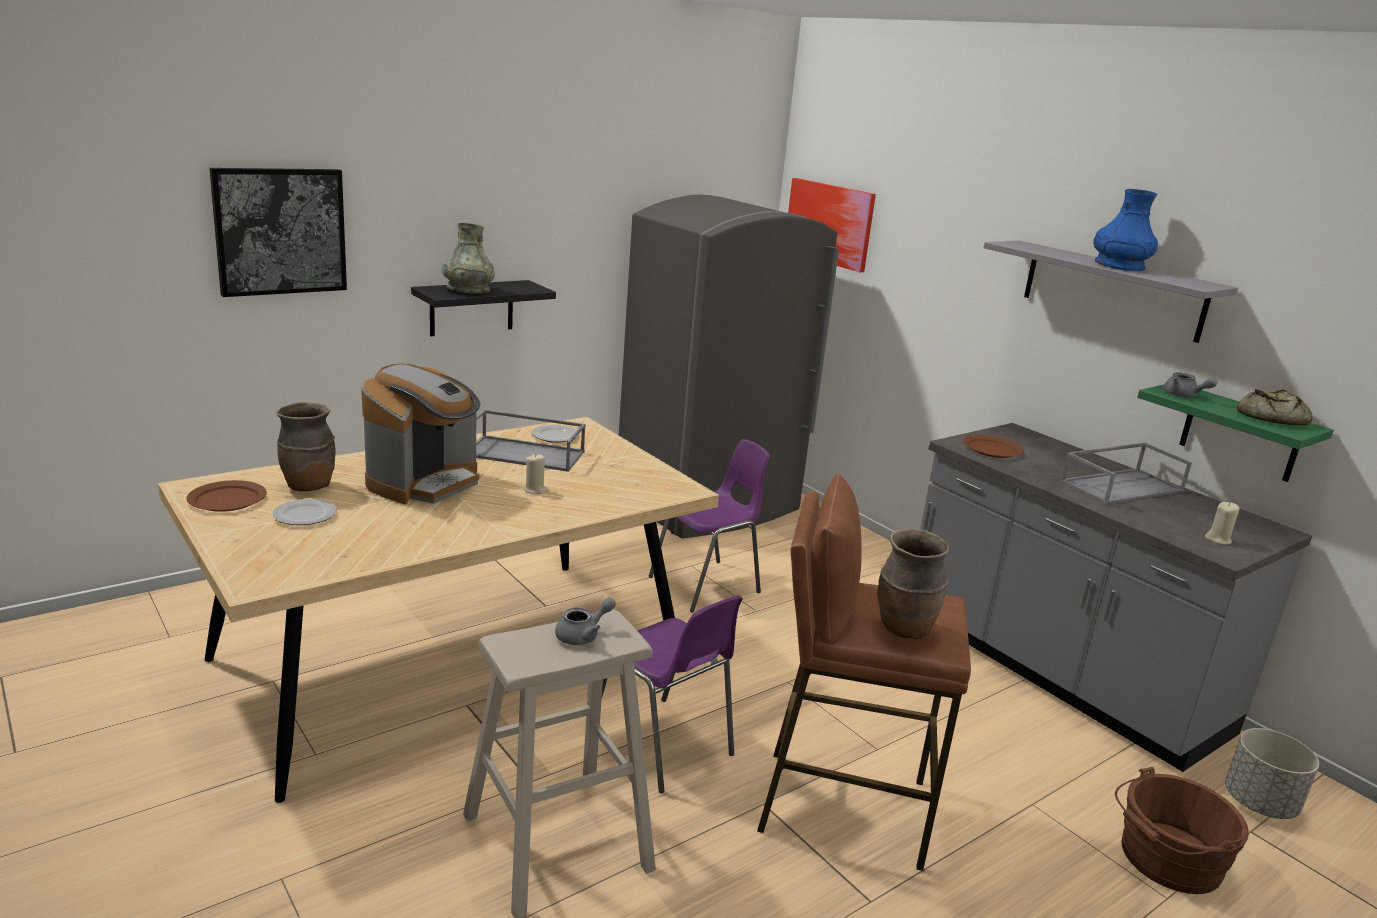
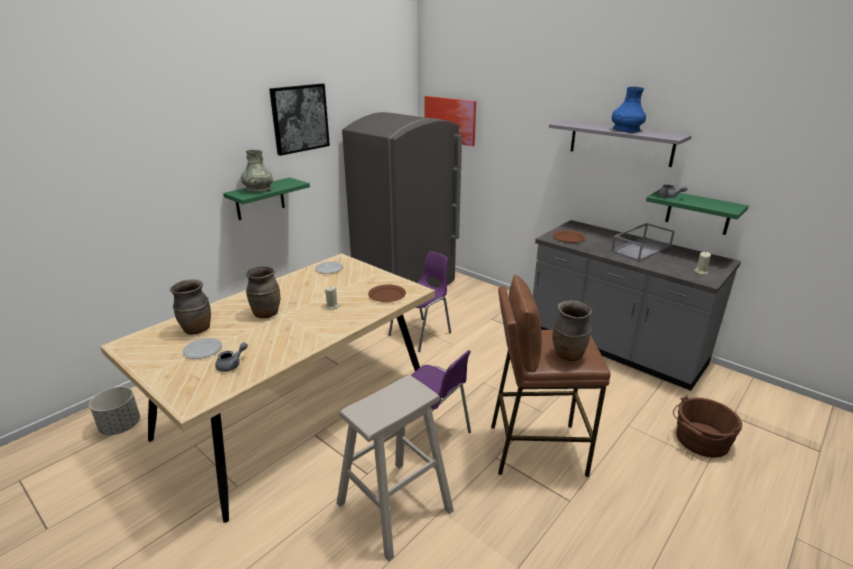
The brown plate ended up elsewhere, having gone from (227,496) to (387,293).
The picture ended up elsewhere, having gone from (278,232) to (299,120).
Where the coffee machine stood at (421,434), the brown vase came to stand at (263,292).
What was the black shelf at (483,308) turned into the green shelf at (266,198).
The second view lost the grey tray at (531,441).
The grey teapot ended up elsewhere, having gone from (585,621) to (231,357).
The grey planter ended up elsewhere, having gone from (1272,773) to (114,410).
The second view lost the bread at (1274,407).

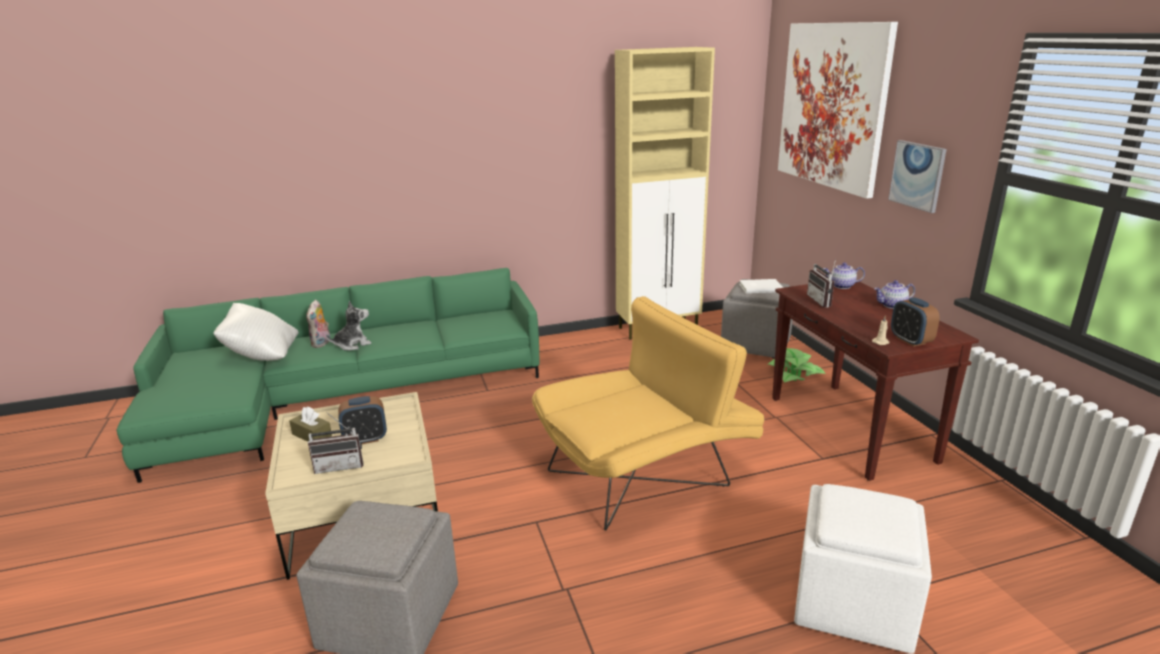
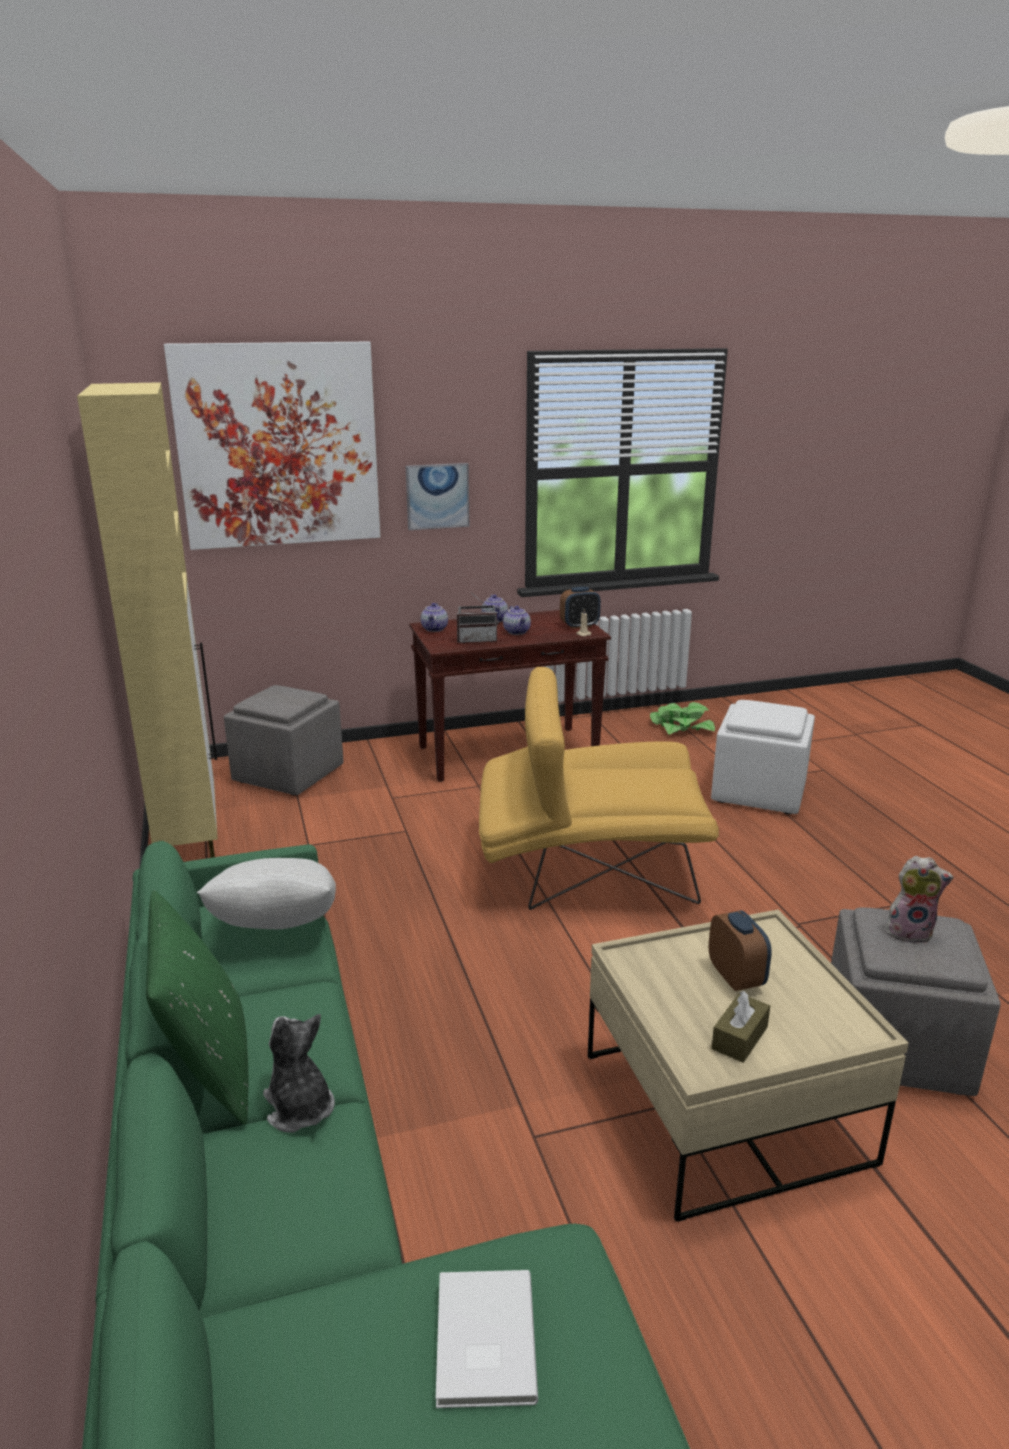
The white pillow ended up elsewhere, having gone from (256,332) to (266,893).
The plush toy ended up elsewhere, having gone from (318,324) to (919,899).
The second view lost the radio at (335,444).
The yellow armchair at (648,413) ended up facing another way, 60 degrees counterclockwise from before.
The white book ended up elsewhere, having gone from (761,286) to (487,1339).
The potted plant ended up elsewhere, having gone from (796,365) to (682,718).
The second view gained the green pillow at (197,1007).
The second view gained the teapot at (517,620).

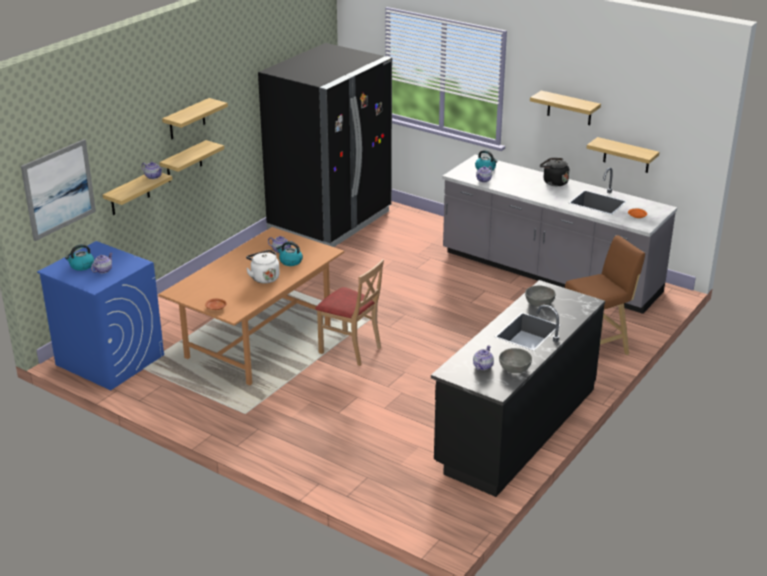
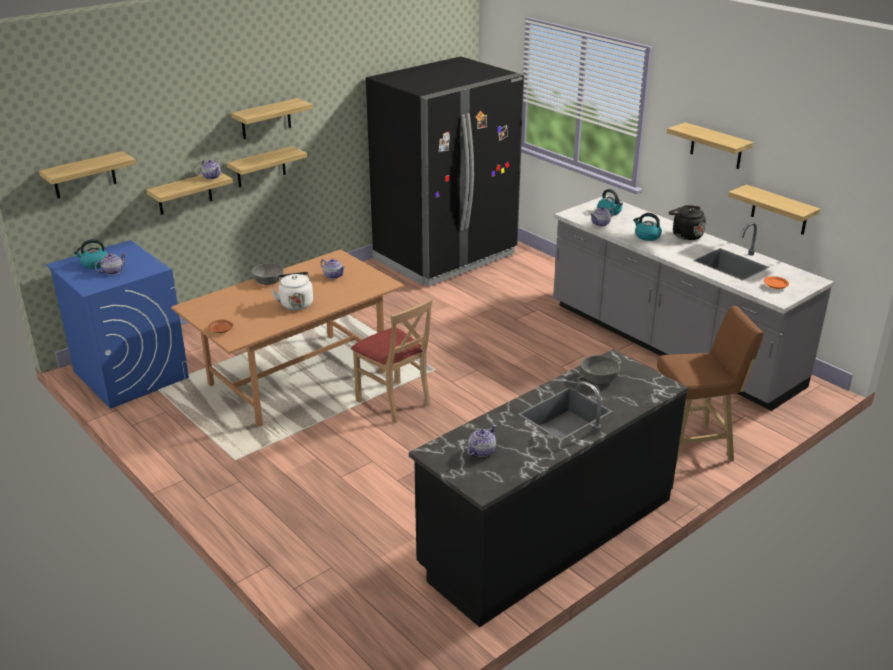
Where the picture hung at (58,190), the shelf came to hang at (87,174).
The kettle ended up elsewhere, having gone from (289,253) to (647,227).
The grey bowl ended up elsewhere, having gone from (515,360) to (268,274).

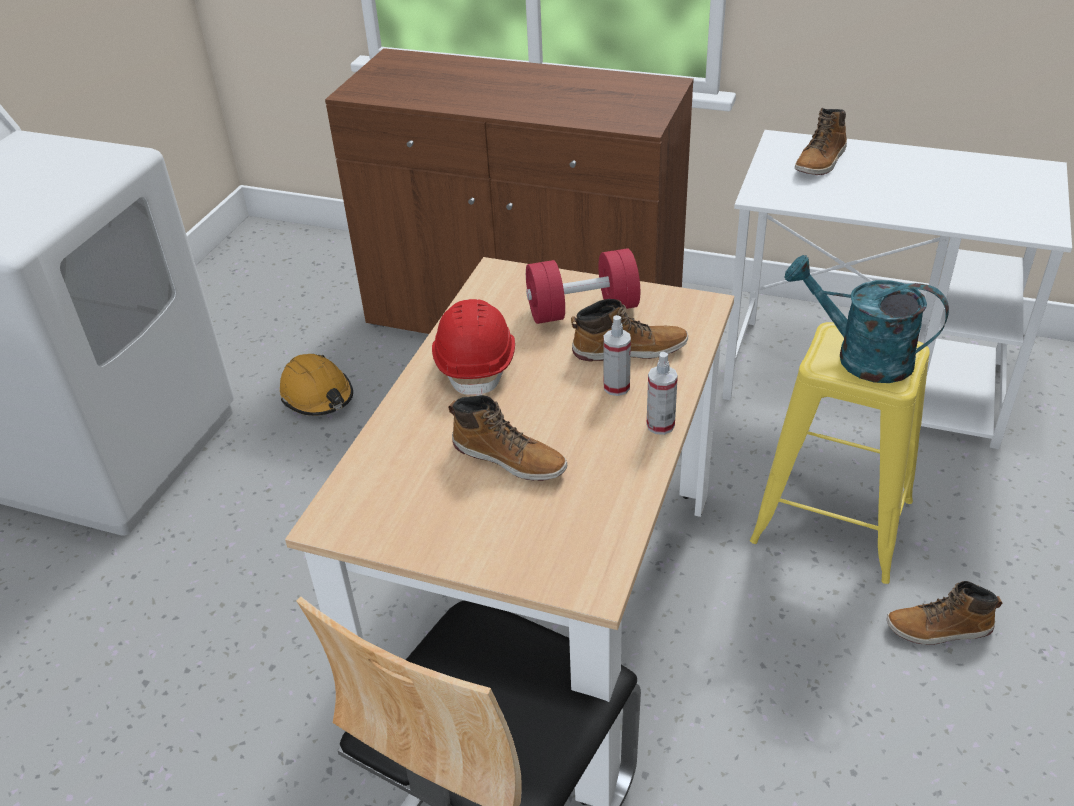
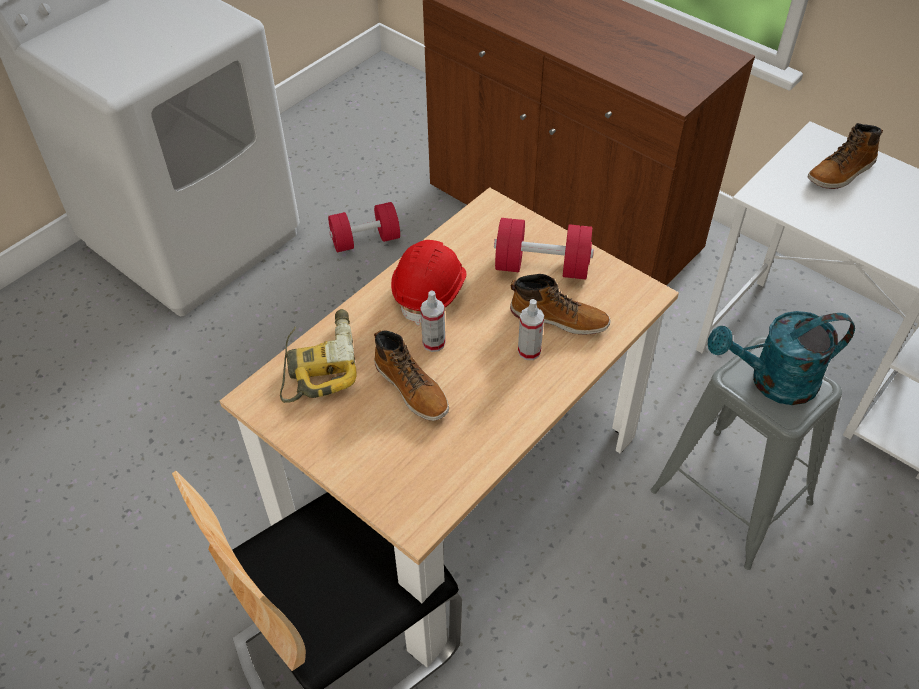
Where the orange hard hat stood at (316,385), the red dumbbell came to stand at (364,227).
The spray bottle ended up elsewhere, having gone from (662,393) to (432,321).
What was the yellow stool at (840,453) turned into the grey stool at (746,453).
The turquoise watering can at (867,319) ended up facing another way, 60 degrees counterclockwise from before.
The second view lost the boot at (944,613).
The second view gained the power drill at (318,356).

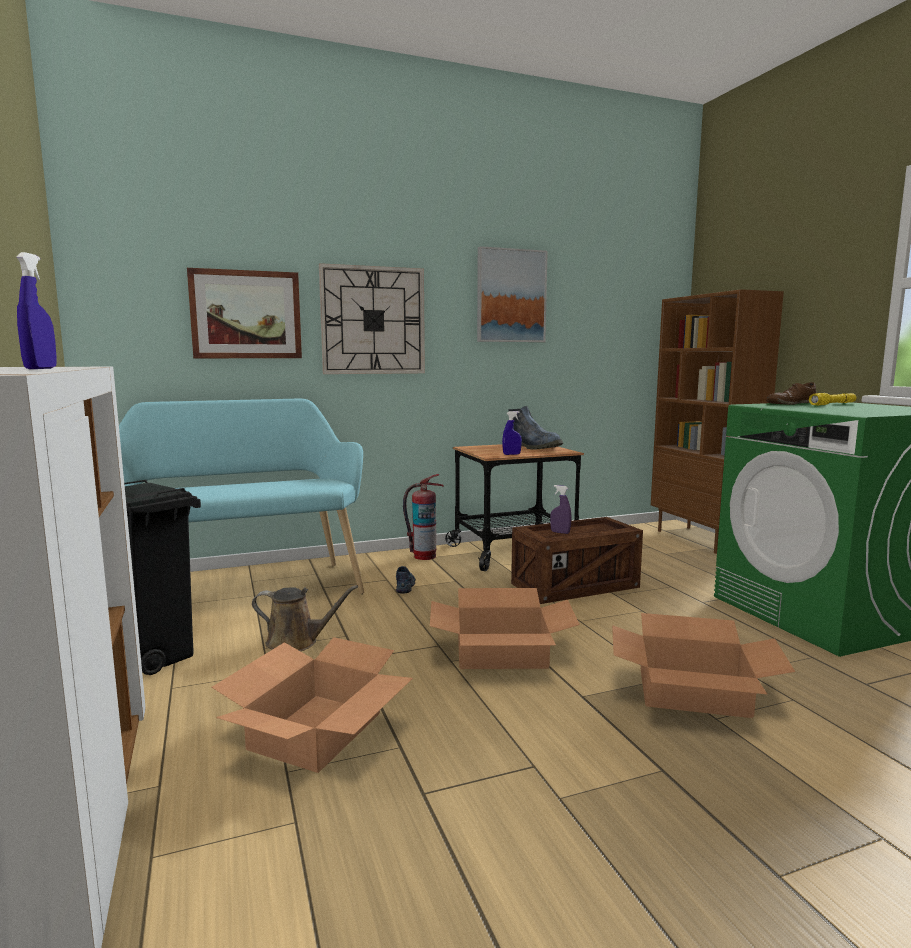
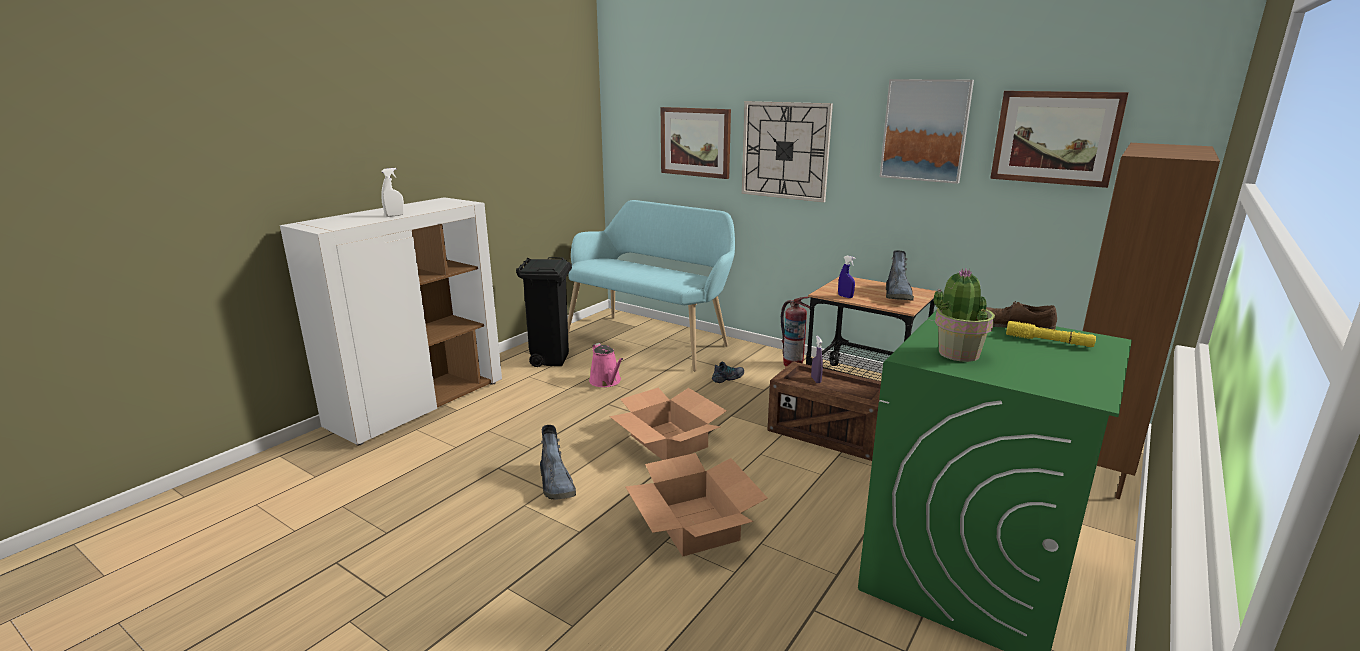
What was the blue spray bottle at (36,310) turned into the white spray bottle at (392,192).
The second view lost the cardboard box at (312,705).
What was the brown watering can at (305,618) turned into the pink watering can at (606,365).
The second view gained the boot at (558,462).
The second view gained the potted plant at (964,315).
The second view gained the picture at (1059,139).

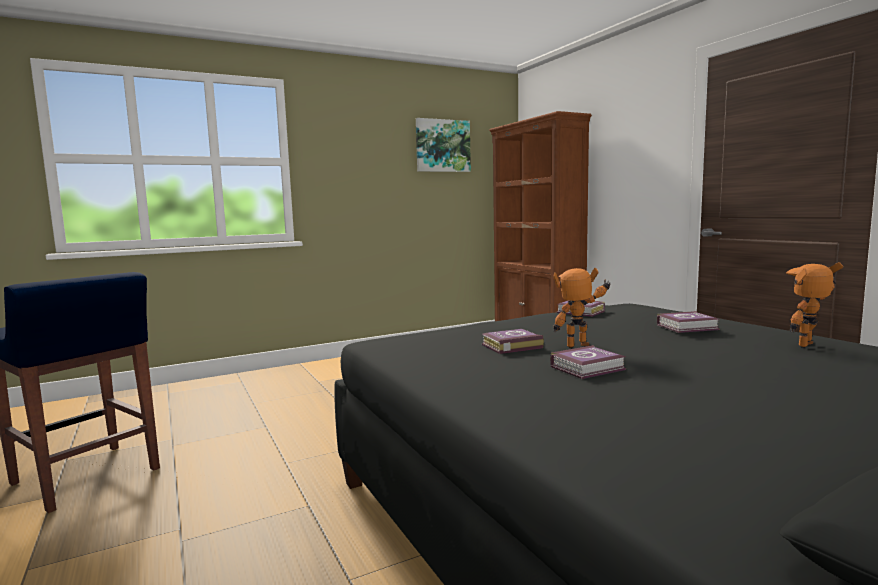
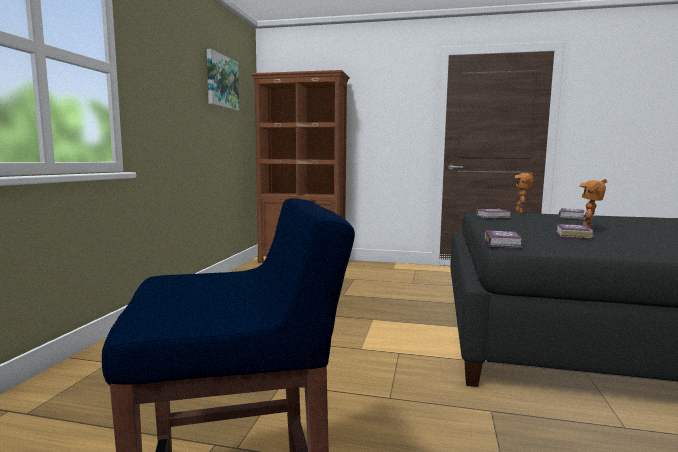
The book ended up elsewhere, having gone from (588,362) to (503,239).
The toy robot ended up elsewhere, having gone from (814,305) to (524,193).

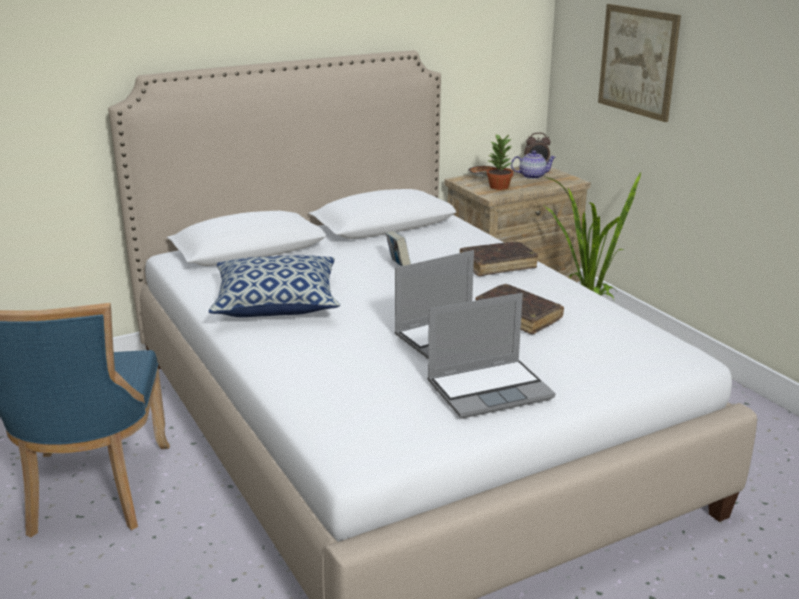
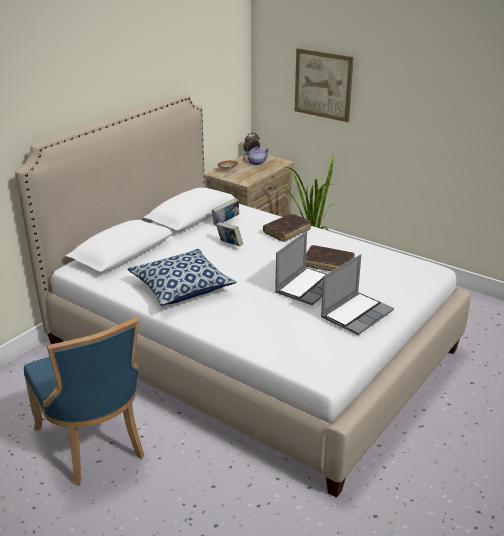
The second view lost the potted plant at (499,161).
The second view gained the book at (225,211).

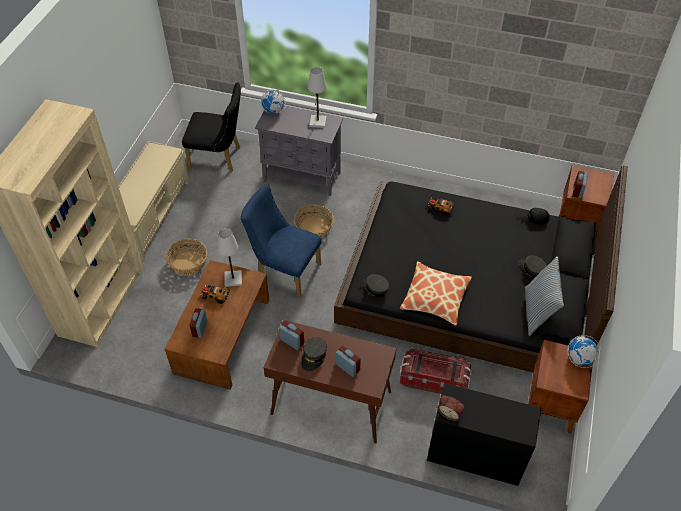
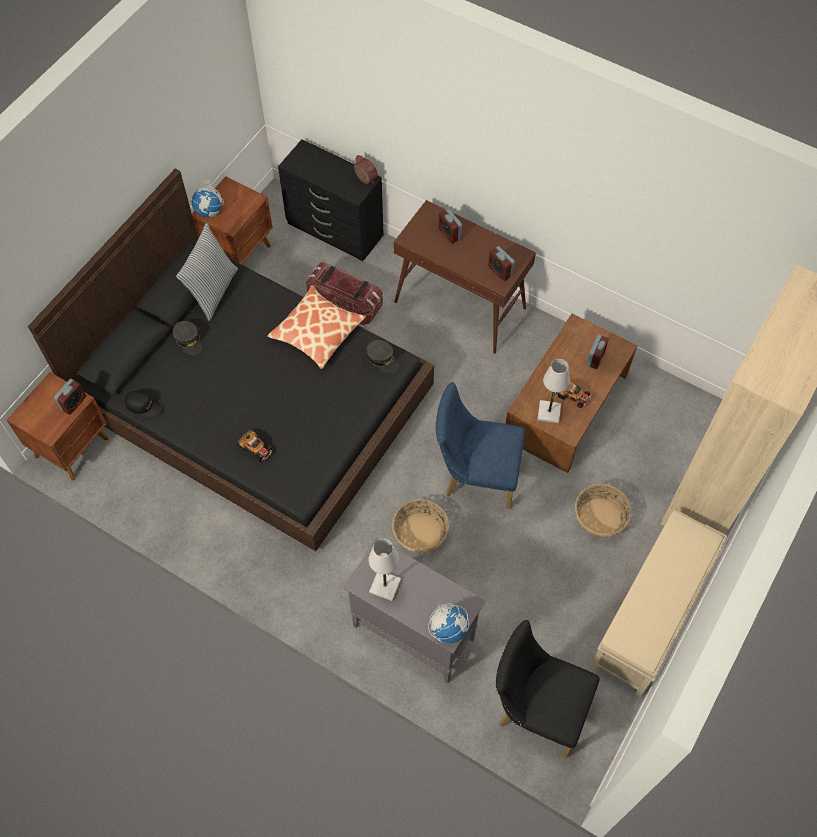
The blue chair at (281,241) ended up facing another way, 150 degrees clockwise from before.
The second view lost the grey cap at (314,354).

